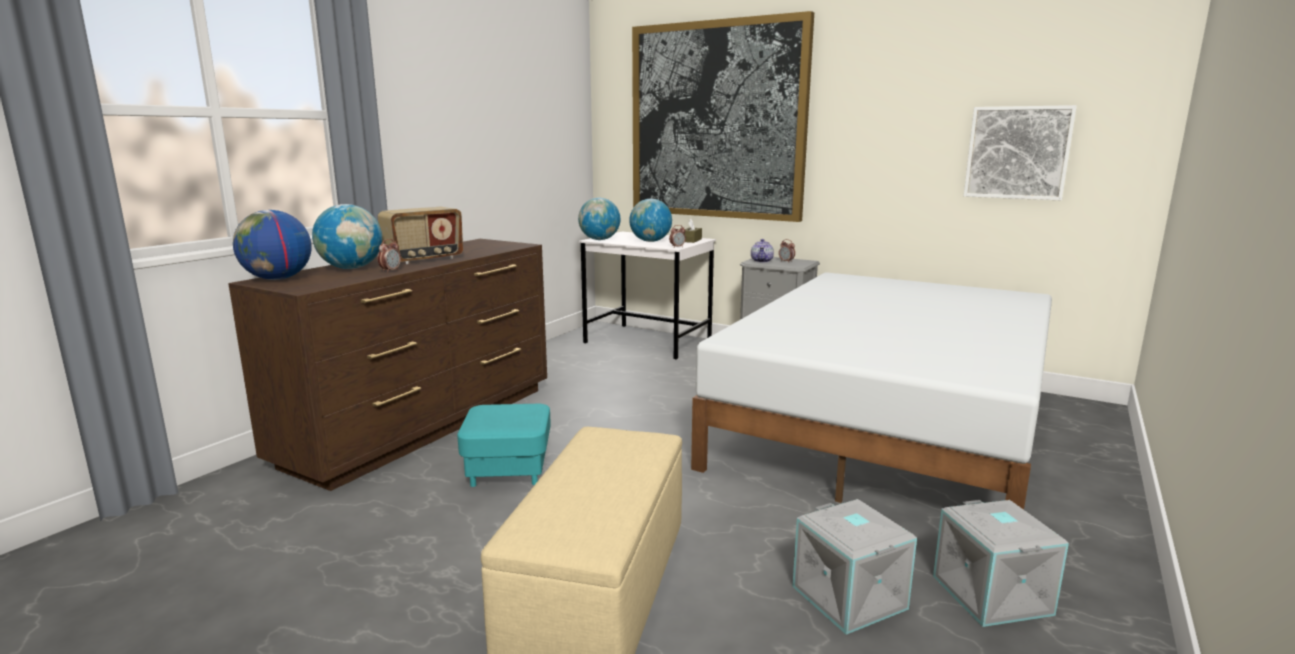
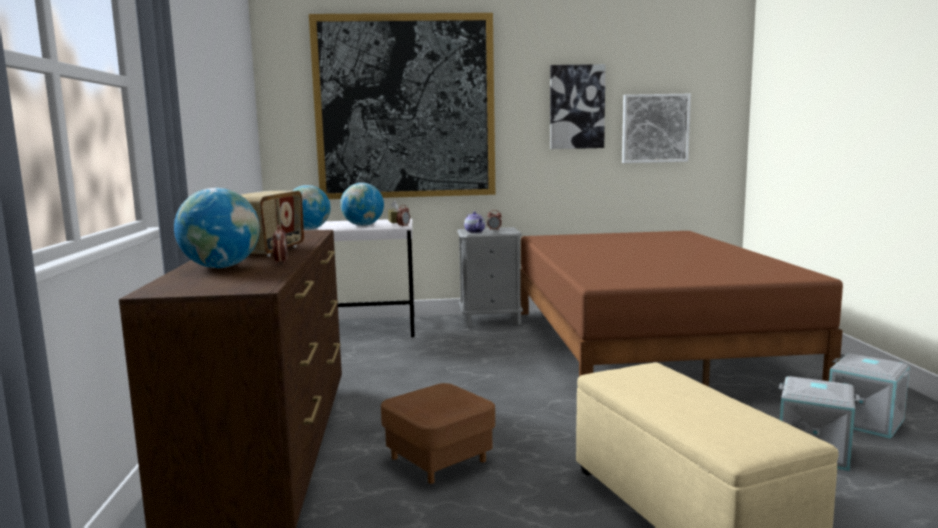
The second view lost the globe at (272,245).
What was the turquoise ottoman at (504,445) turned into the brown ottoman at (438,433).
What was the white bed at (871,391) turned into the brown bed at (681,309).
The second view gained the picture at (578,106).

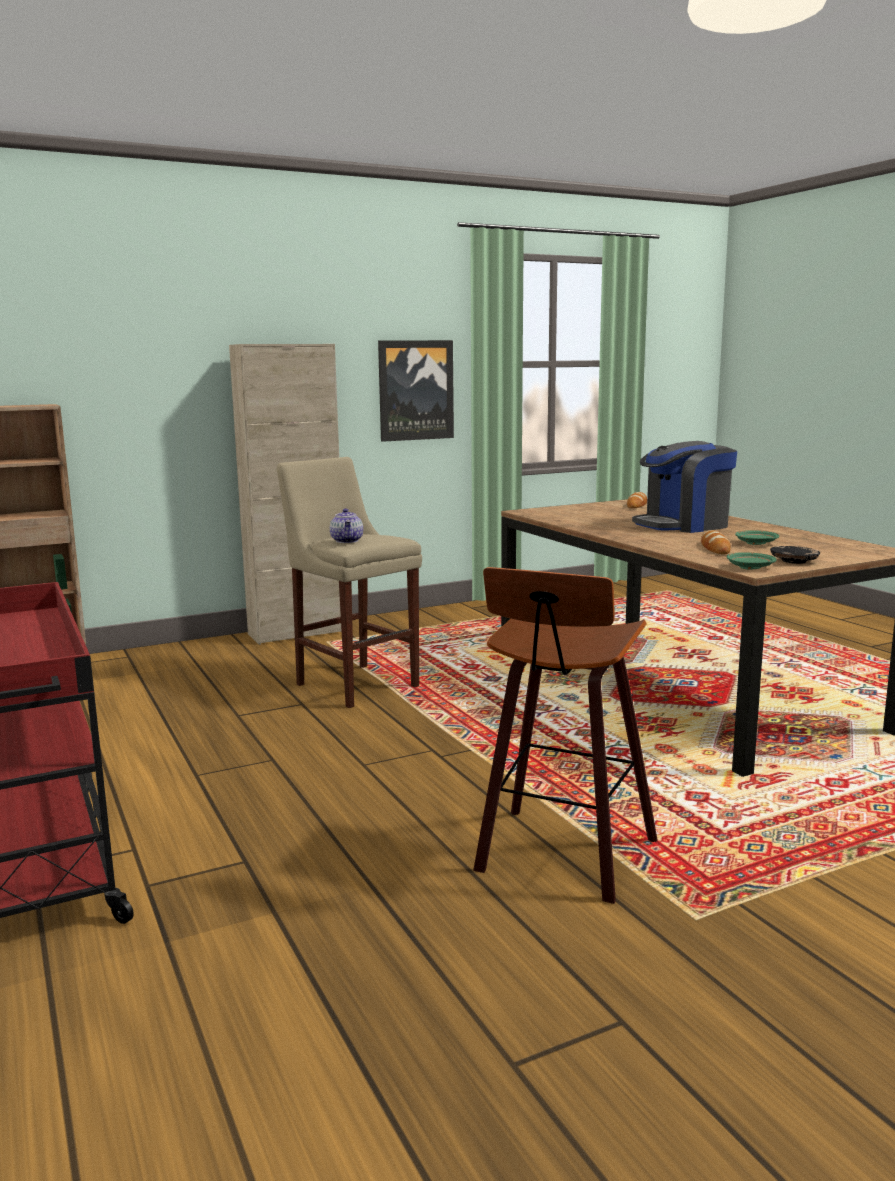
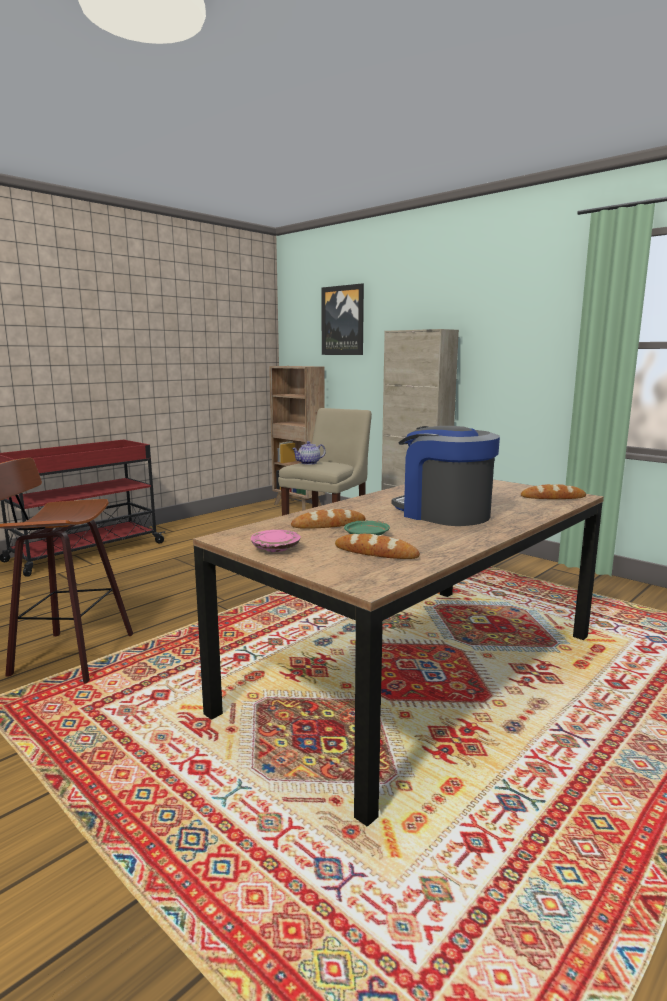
The picture ended up elsewhere, having gone from (416,391) to (342,319).
The second view lost the green plate at (752,561).
What was the black plate at (795,555) turned into the pink plate at (276,541).
The second view gained the bread at (377,546).

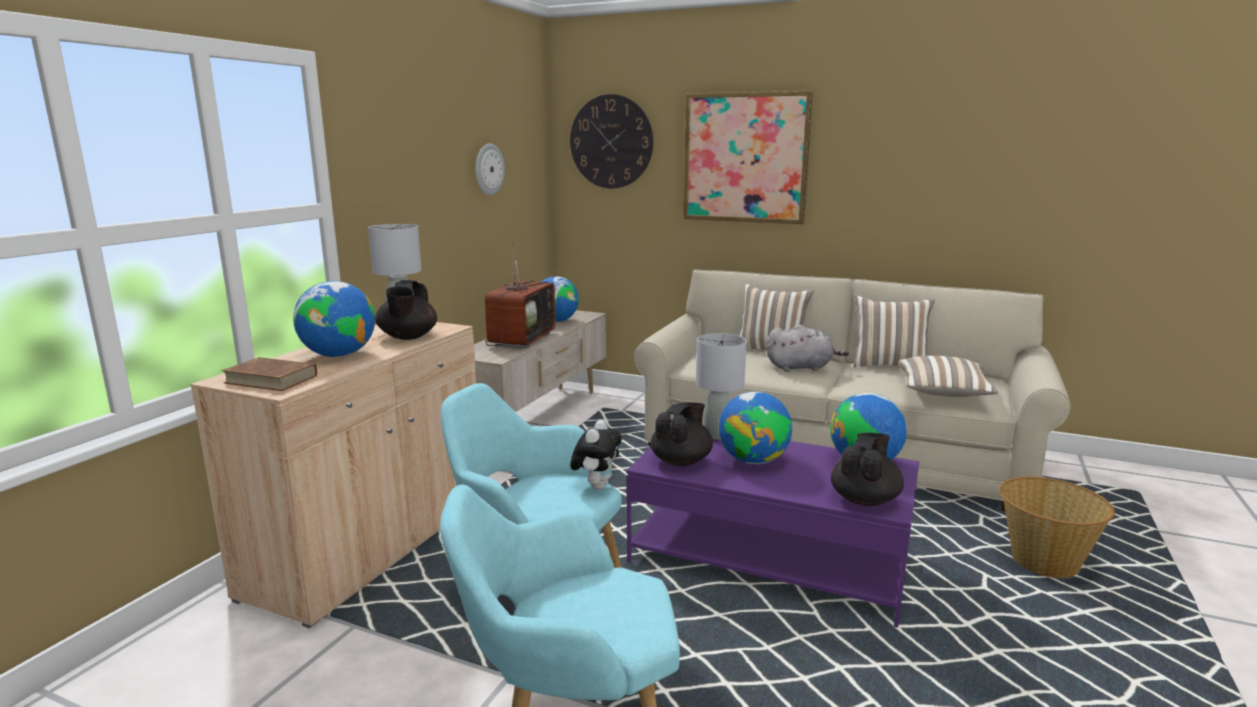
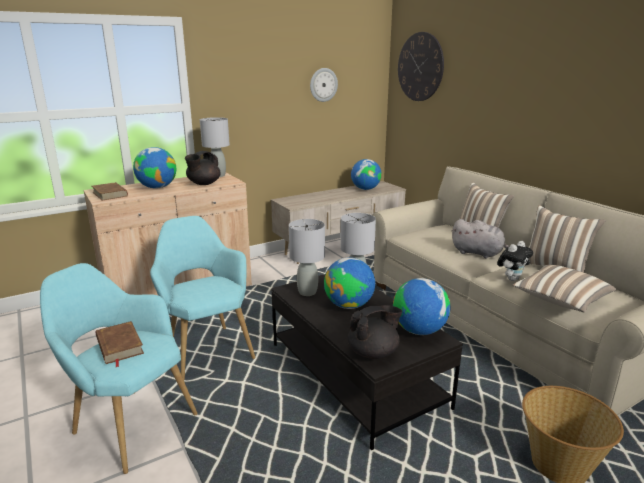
The second view lost the television at (520,293).
The plush toy ended up elsewhere, having gone from (596,455) to (515,261).
What was the purple coffee table at (772,533) turned into the black coffee table at (367,362).
Where the black teapot stood at (682,434), the grey table lamp came to stand at (307,257).
The second view lost the picture at (748,157).
The second view gained the brown book at (120,344).

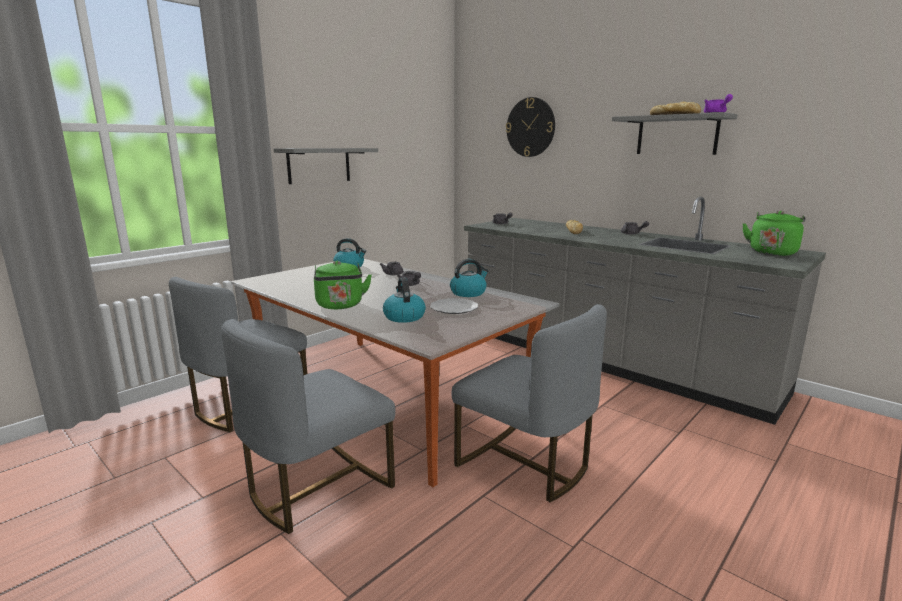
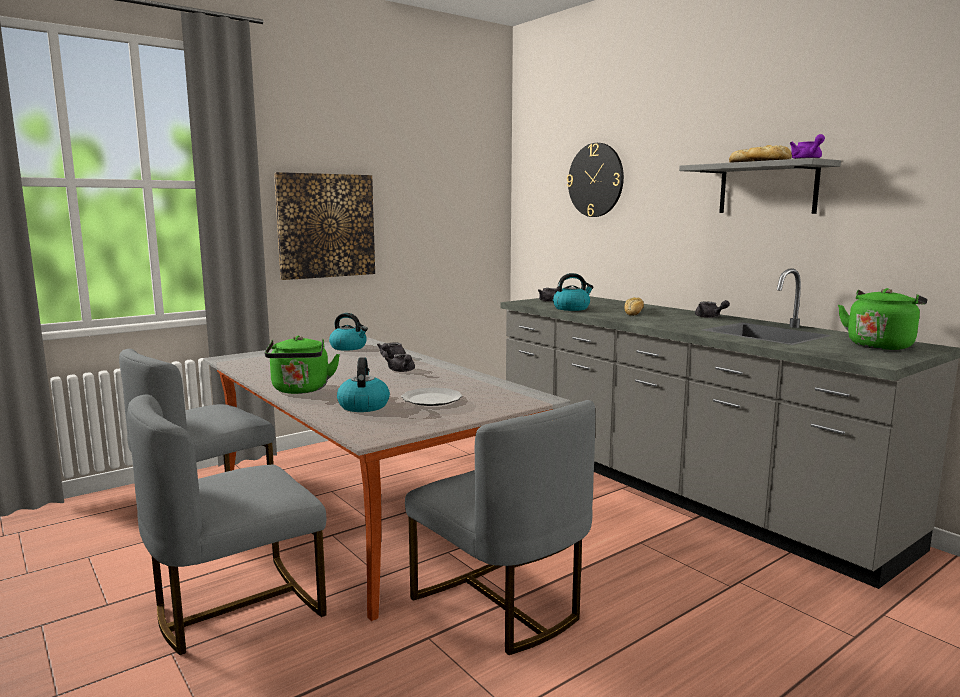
Where the grey shelf hung at (326,166), the picture came to hang at (324,226).
The kettle ended up elsewhere, having gone from (469,278) to (573,292).

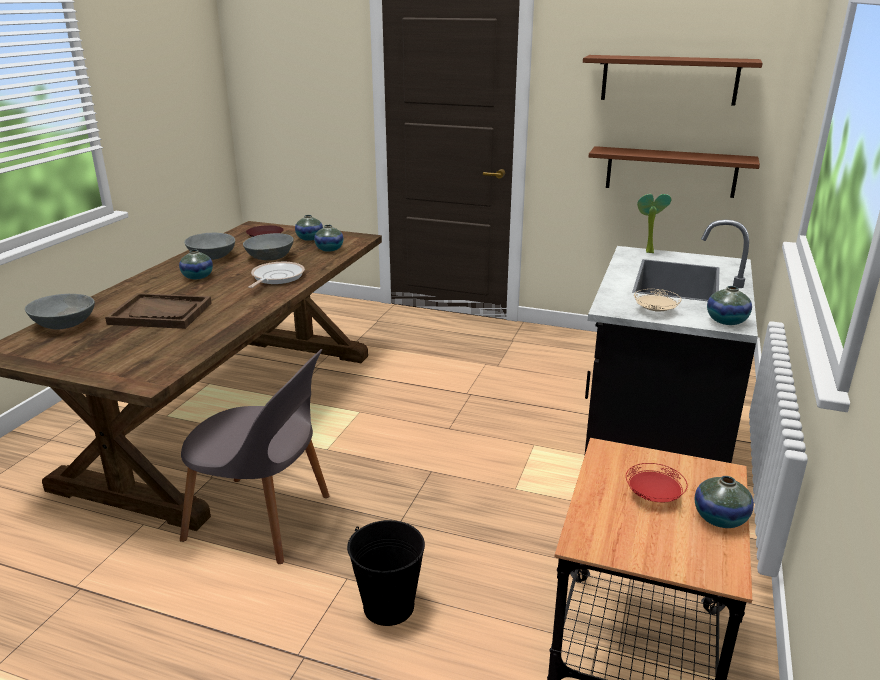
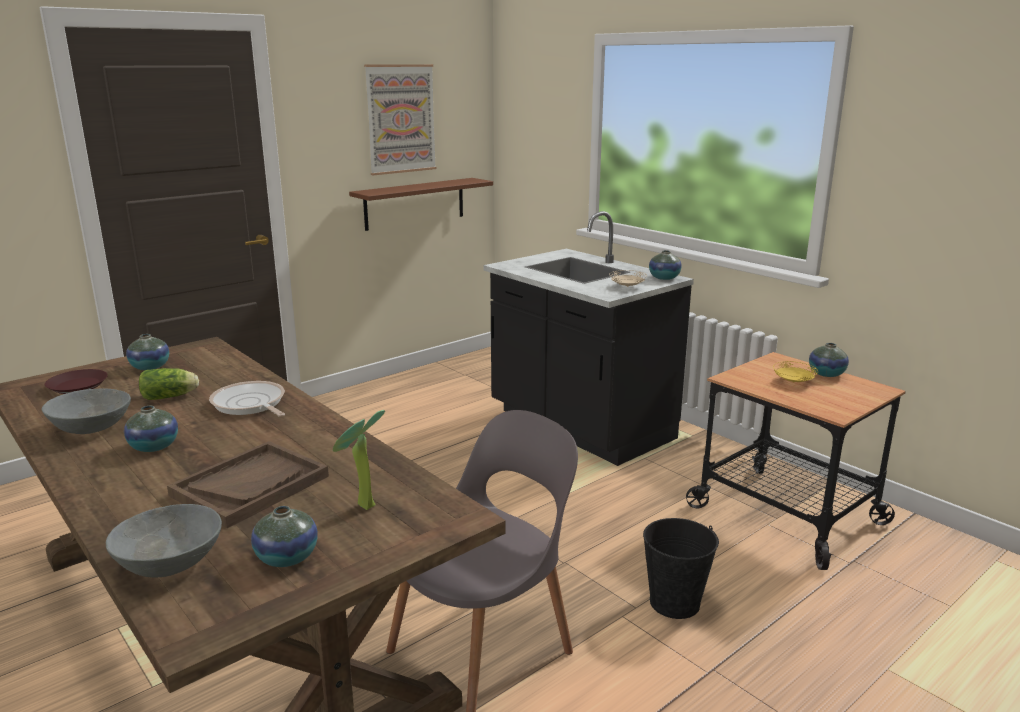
Where the grey bowl stood at (268,246), the lettuce came to stand at (169,384).
The vase ended up elsewhere, having gone from (329,238) to (284,536).
Where the brown shelf hung at (673,80), the picture came to hang at (400,119).
What was the red plate at (656,482) turned into the yellow plate at (795,371).
The potted plant ended up elsewhere, having gone from (654,223) to (359,460).

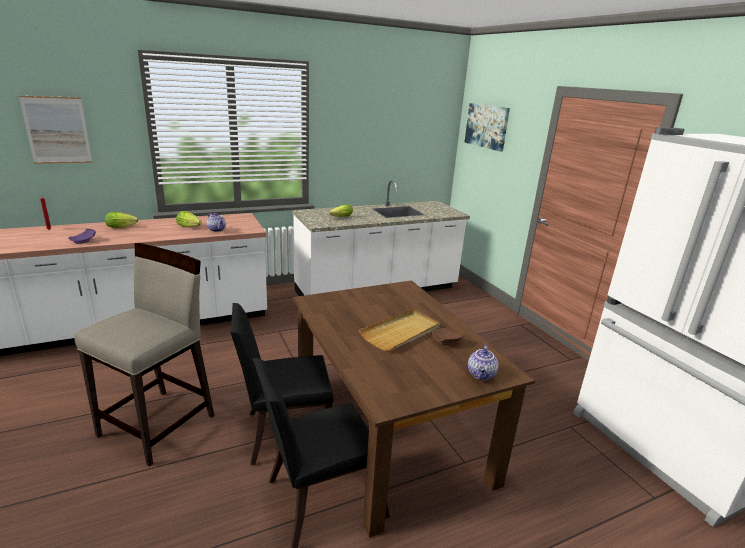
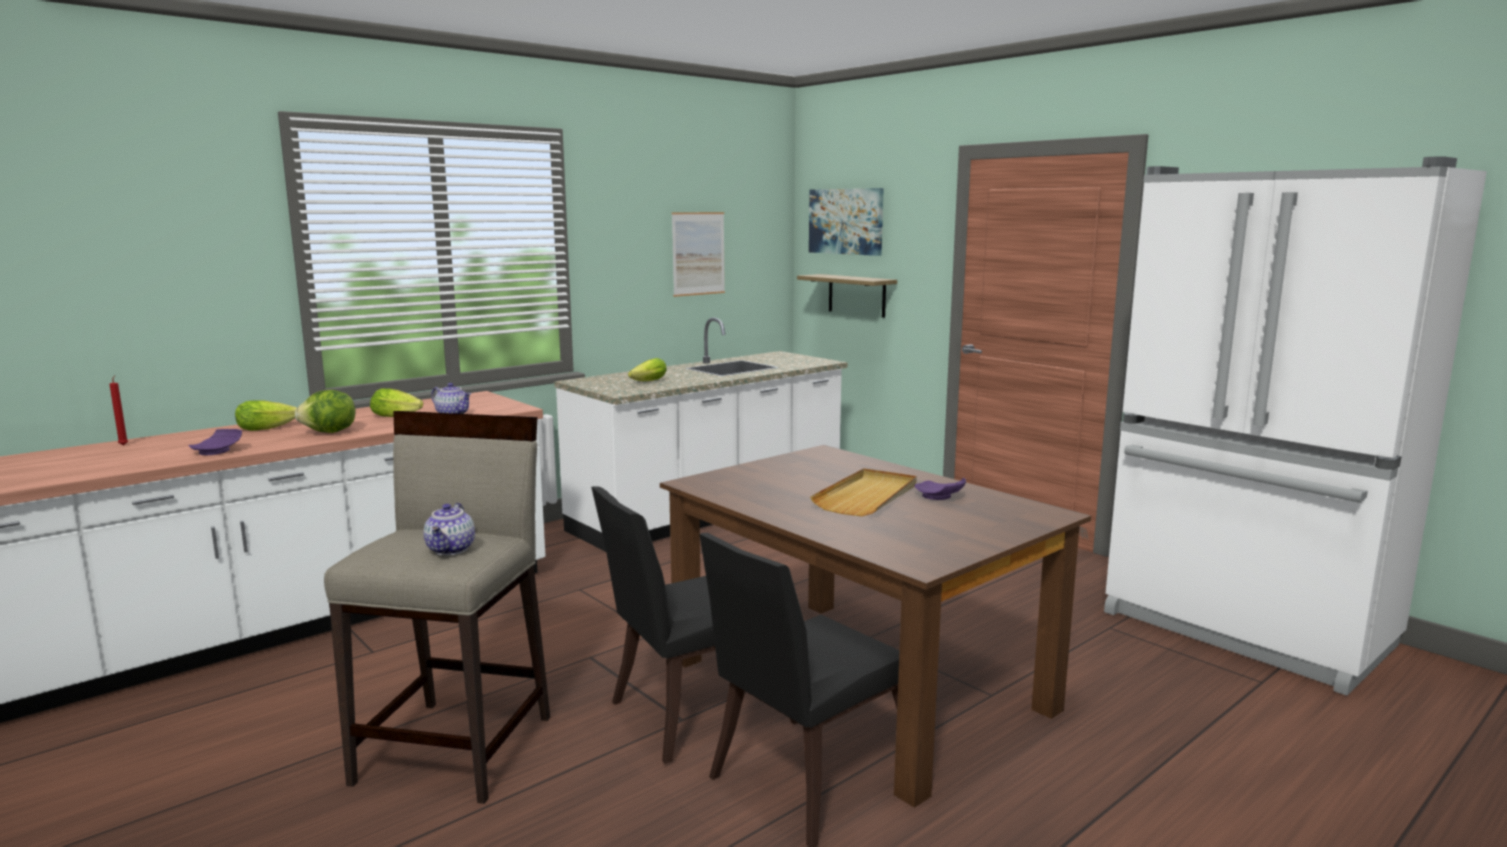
The picture ended up elsewhere, having gone from (56,130) to (698,254).
What was the brown plate at (448,336) turned into the purple plate at (940,489).
The teapot ended up elsewhere, having gone from (483,362) to (449,529).
The second view gained the lettuce at (324,411).
The second view gained the shelf at (847,296).

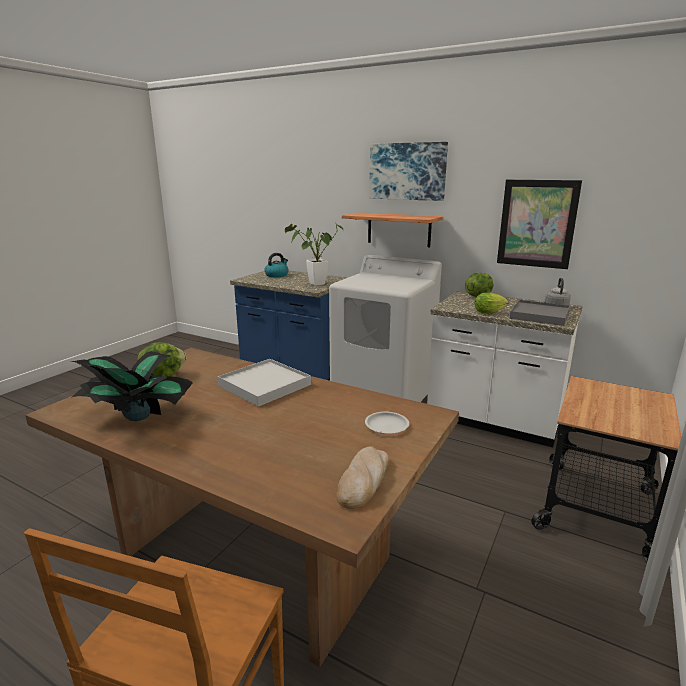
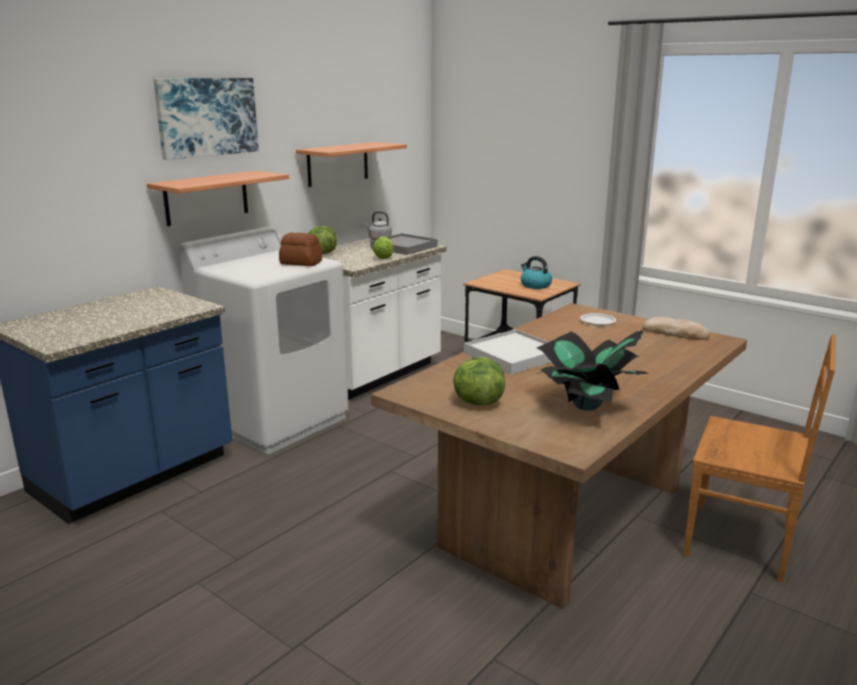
The kettle ended up elsewhere, having gone from (277,265) to (536,272).
The second view lost the potted plant at (314,254).
Where the picture hung at (539,224), the shelf came to hang at (351,164).
The second view gained the bread at (300,249).

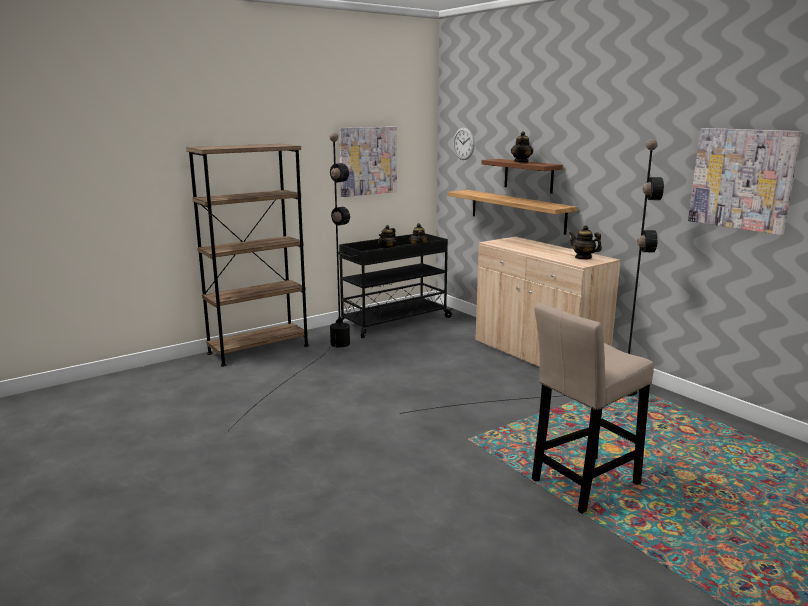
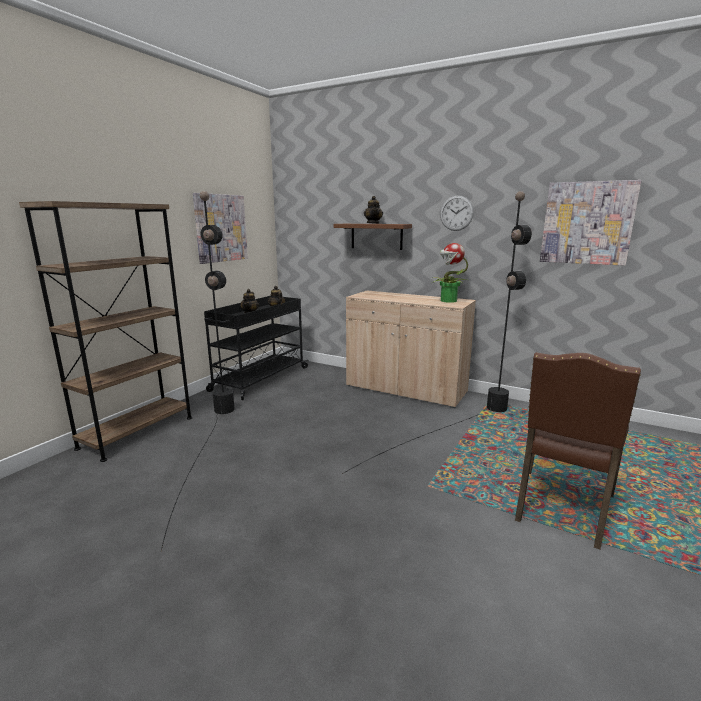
The second view lost the shelf at (512,212).
The wall clock ended up elsewhere, having gone from (464,144) to (457,213).
Where the beige stool stood at (593,408), the brown chair came to stand at (578,451).
Where the teapot stood at (585,242), the potted plant came to stand at (450,273).

